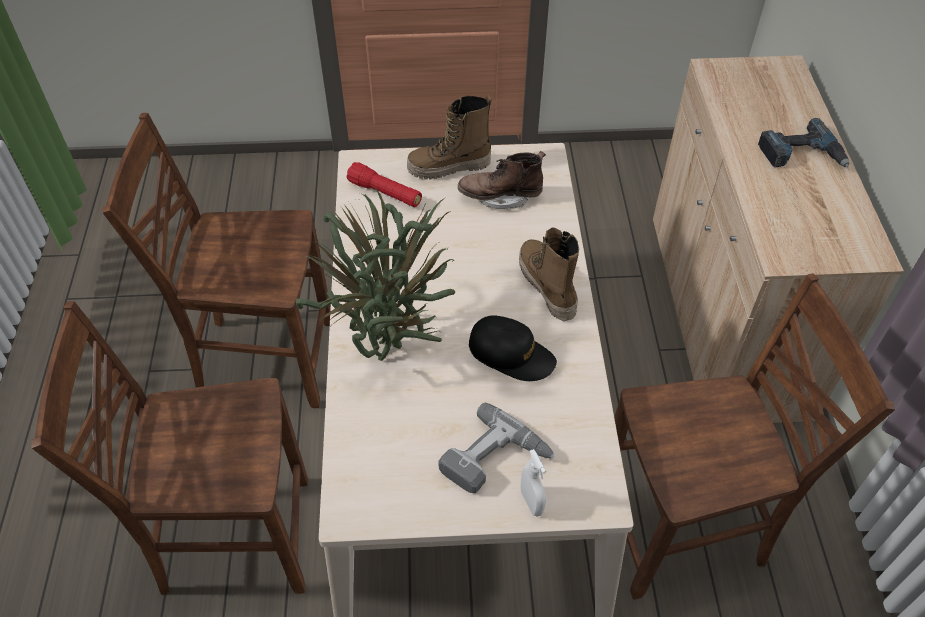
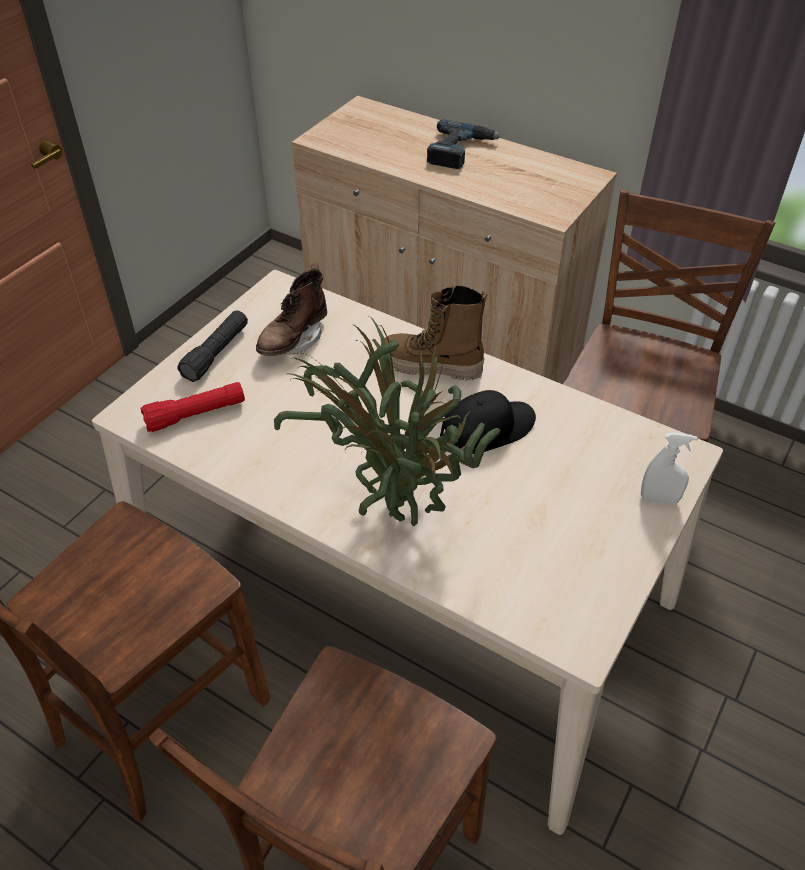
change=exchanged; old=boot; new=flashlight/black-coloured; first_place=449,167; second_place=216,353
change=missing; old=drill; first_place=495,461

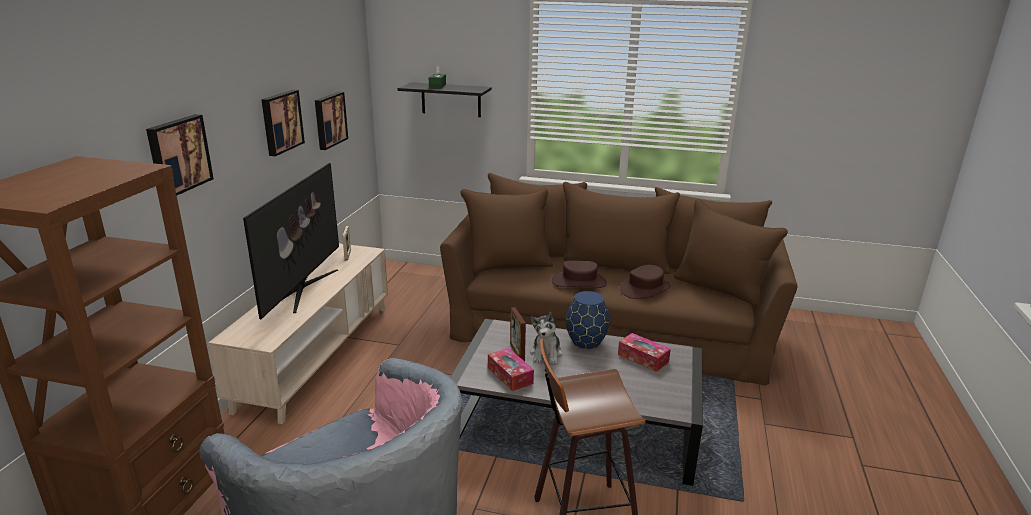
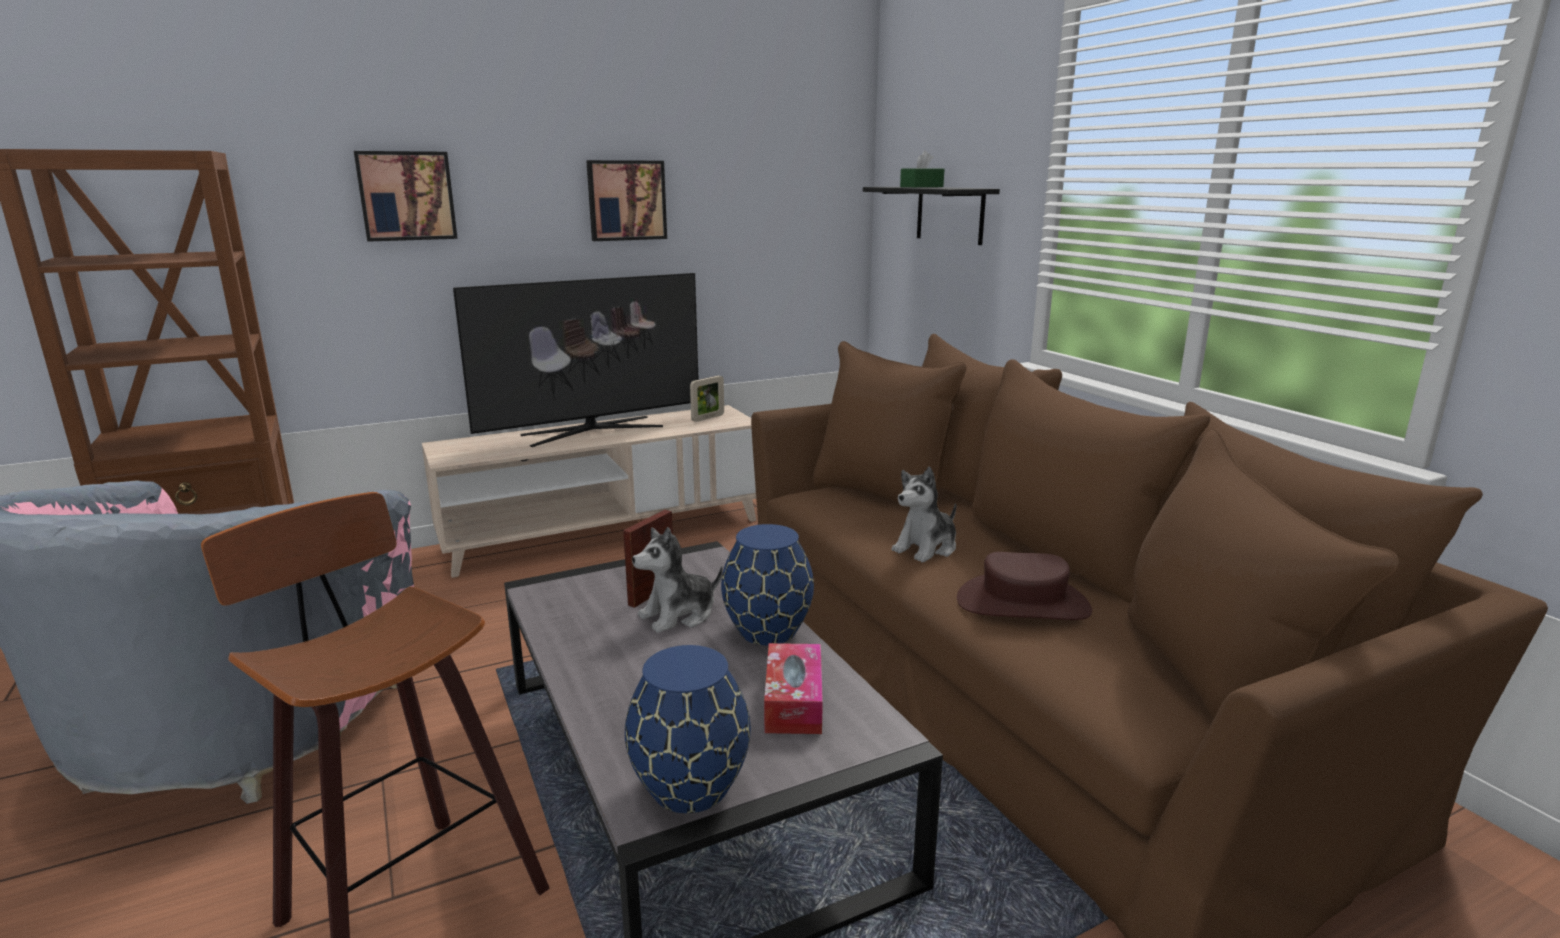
change=missing; old=wall picture; first_place=329,120
change=exchanged; old=hat/brown-coloured; new=plush toy; first_place=579,282; second_place=926,548
change=missing; old=tissue holder; first_place=510,375
change=appeared; new=decorative vase/blue; second_place=688,787

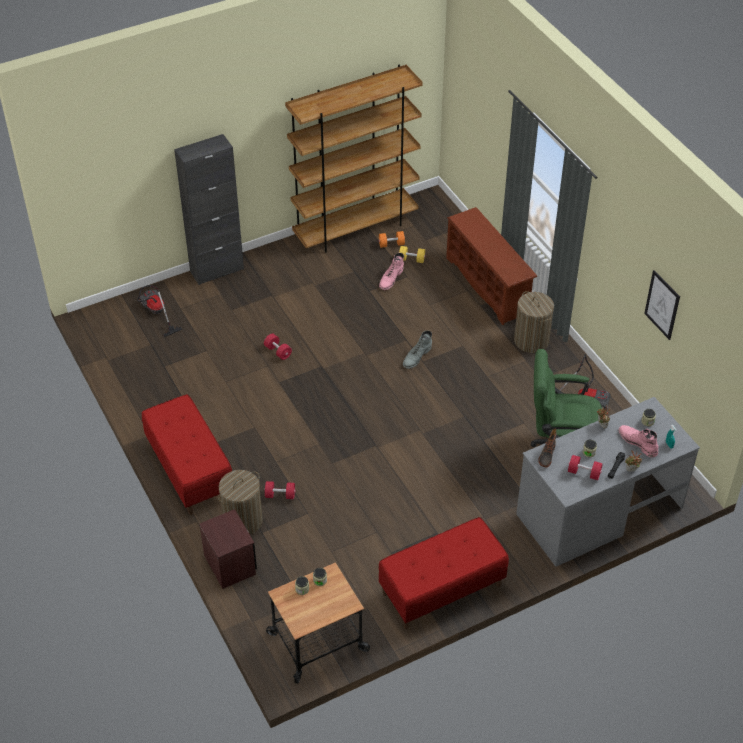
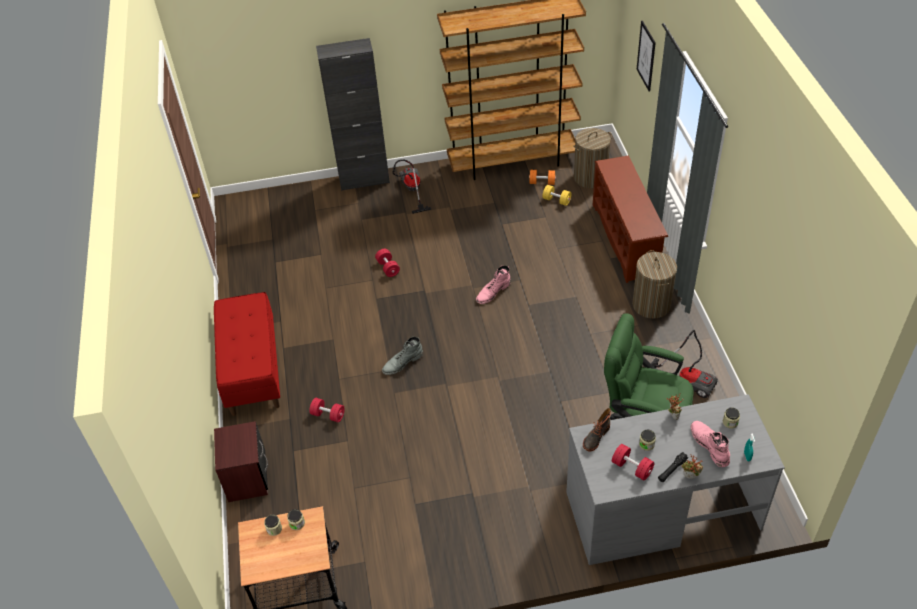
change=relocated; old=boot/pink; first_place=391,279; second_place=493,292
change=relocated; old=wall picture; first_place=662,305; second_place=646,56
change=relocated; old=vacuum; first_place=155,313; second_place=411,190
change=relocated; old=boot/greyish; first_place=416,356; second_place=402,362
change=relocated; old=laundry basket; first_place=243,521; second_place=590,177
change=missing; old=indoor bench/red; first_place=442,589

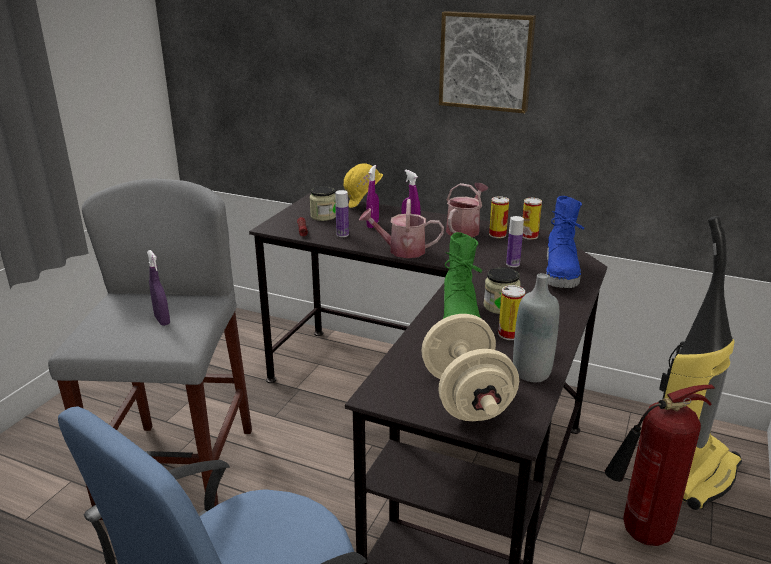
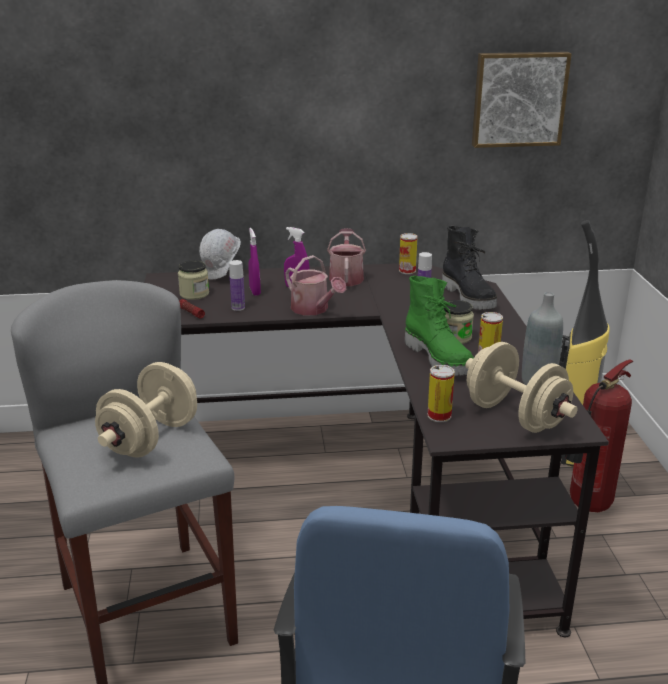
change=relocated; old=wall picture; first_place=486,61; second_place=518,99
change=colour; old=hard hat/yellow; new=hard hat/white; first_place=364,206; second_place=222,275
change=relocated; old=can; first_place=497,234; second_place=439,416
change=colour; old=boot/blue; new=boot/black-coloured; first_place=561,273; second_place=469,297
change=spun; old=sprinkling can; first_place=401,250; second_place=313,309; degrees=-105
change=exchanged; old=hand sprayer/purple; new=dumbbell/beige; first_place=162,320; second_place=150,438

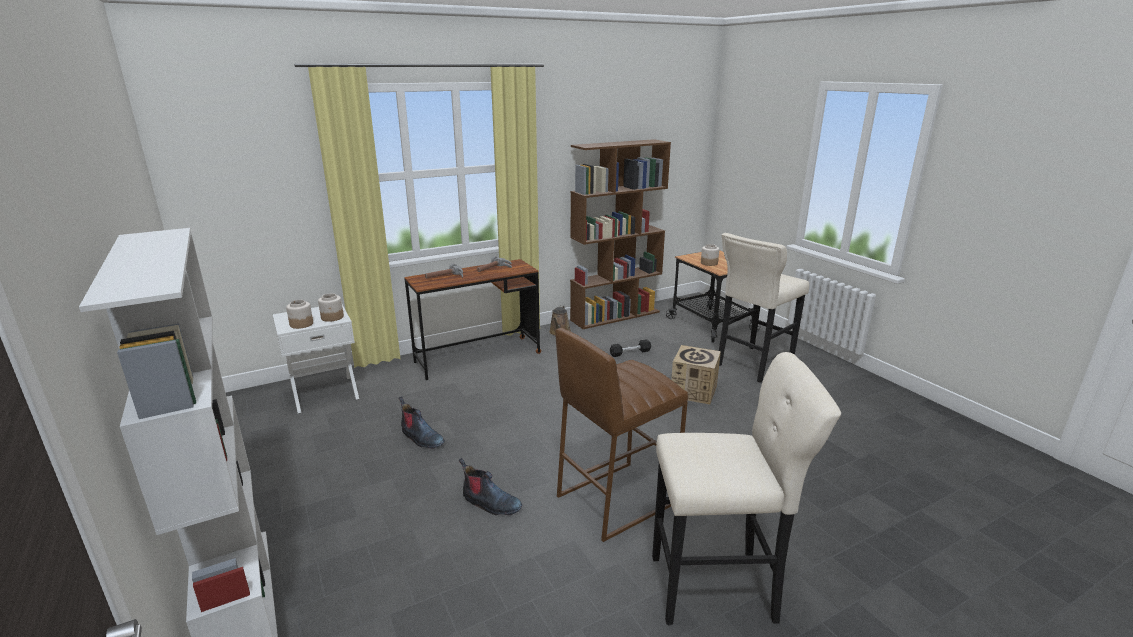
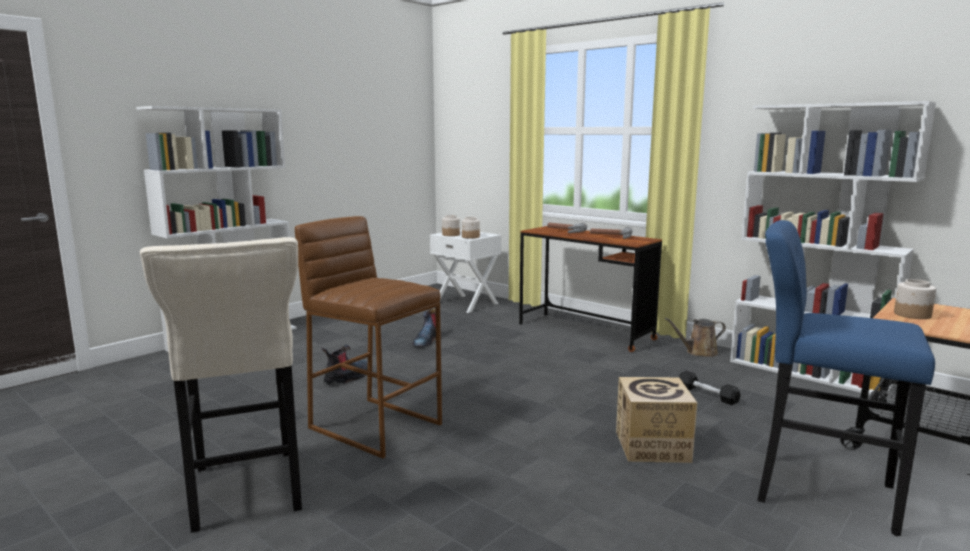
change=colour; old=bookshelf/brown-coloured; new=bookshelf/white; first_place=615,316; second_place=808,373
change=colour; old=stool/beige; new=stool/blue; first_place=752,365; second_place=816,490
change=spun; old=boot; first_place=490,504; second_place=348,377; degrees=-150

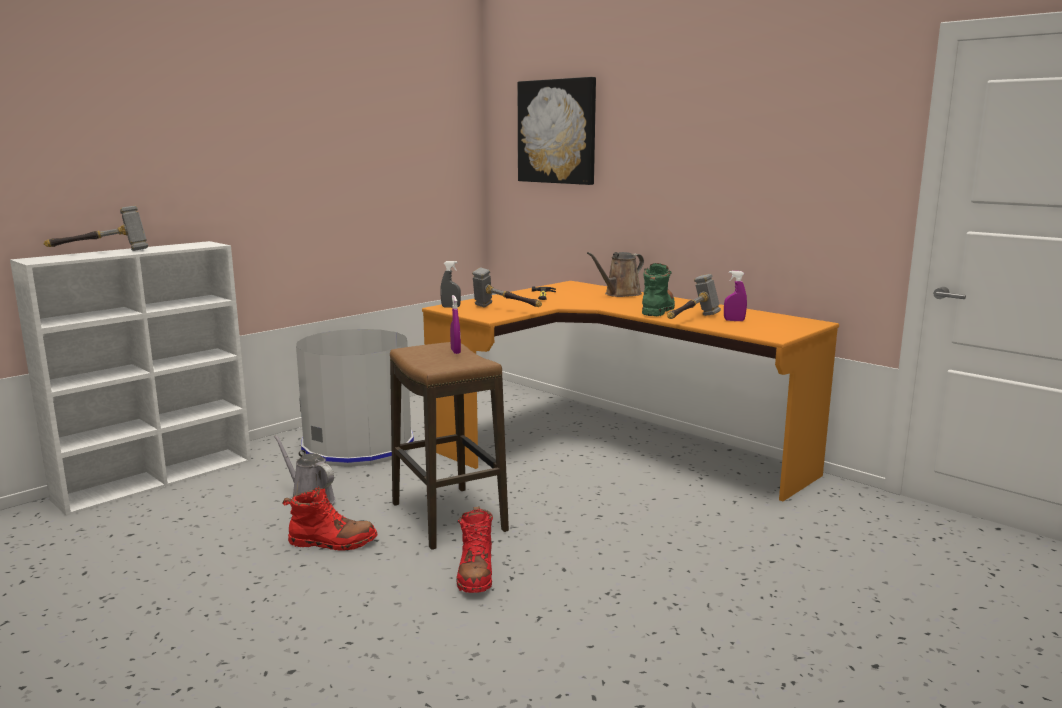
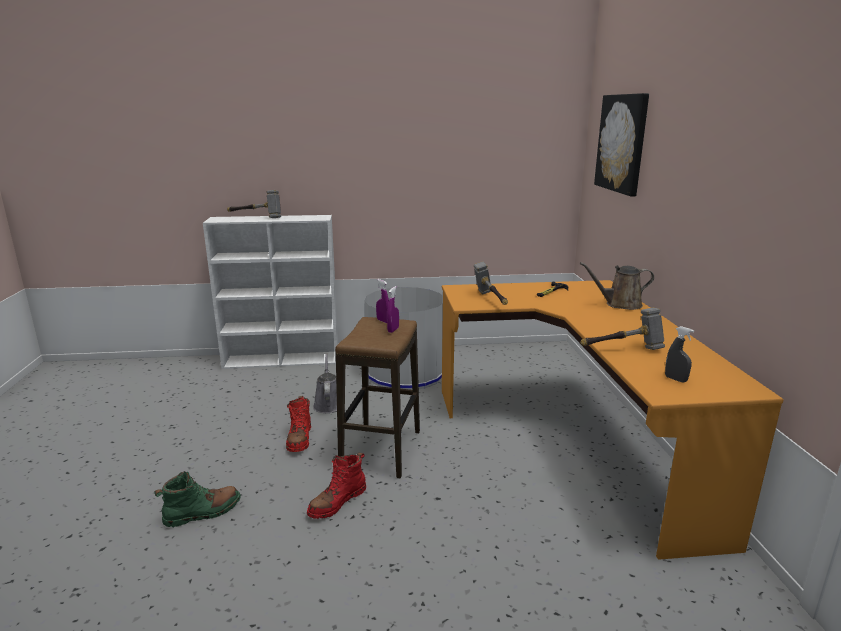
change=relocated; old=hand sprayer/greyish; first_place=451,307; second_place=675,379
change=relocated; old=boot/greenish; first_place=658,310; second_place=202,512
change=relocated; old=hand sprayer/purple; first_place=734,320; second_place=383,321
change=spun; old=boot/red; first_place=332,542; second_place=299,439; degrees=45

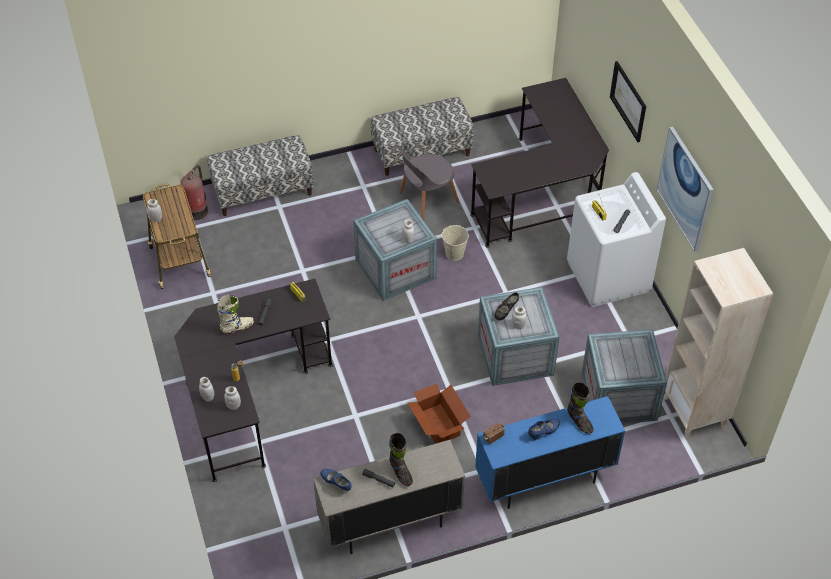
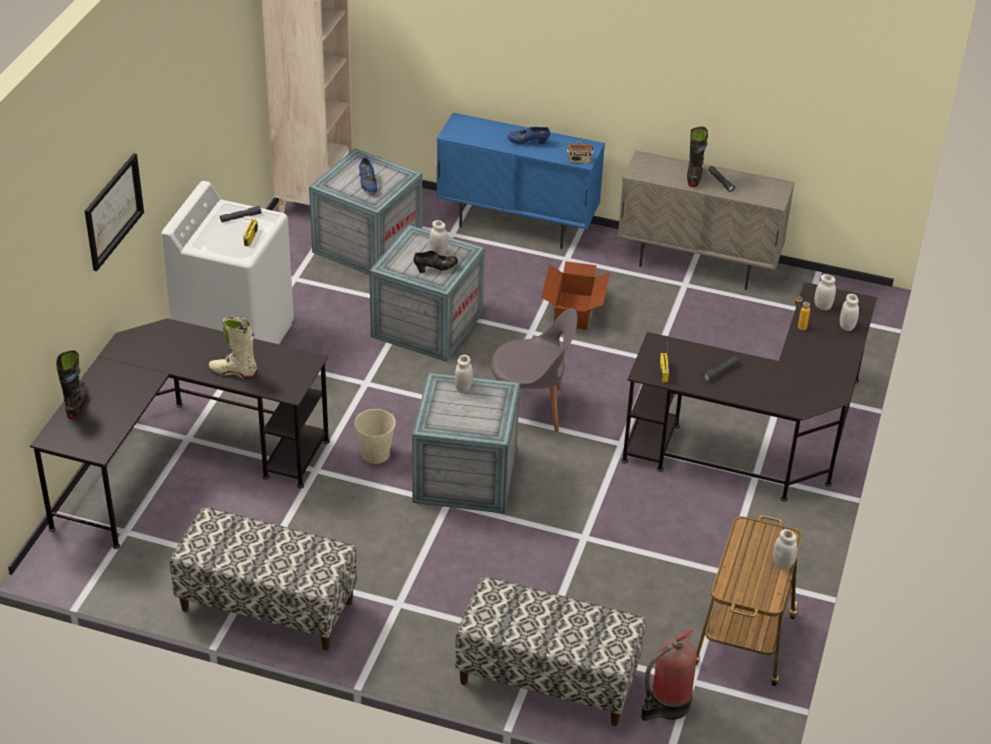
change=missing; old=wall picture; first_place=685,189
change=relocated; old=chair/greyish; first_place=426,199; second_place=530,408
change=relocated; old=boot/beige; first_place=237,327; second_place=233,371
change=relocated; old=boot/black-coloured; first_place=579,421; second_place=78,404
change=relocated; old=low shoe/blue; first_place=336,483; second_place=368,185

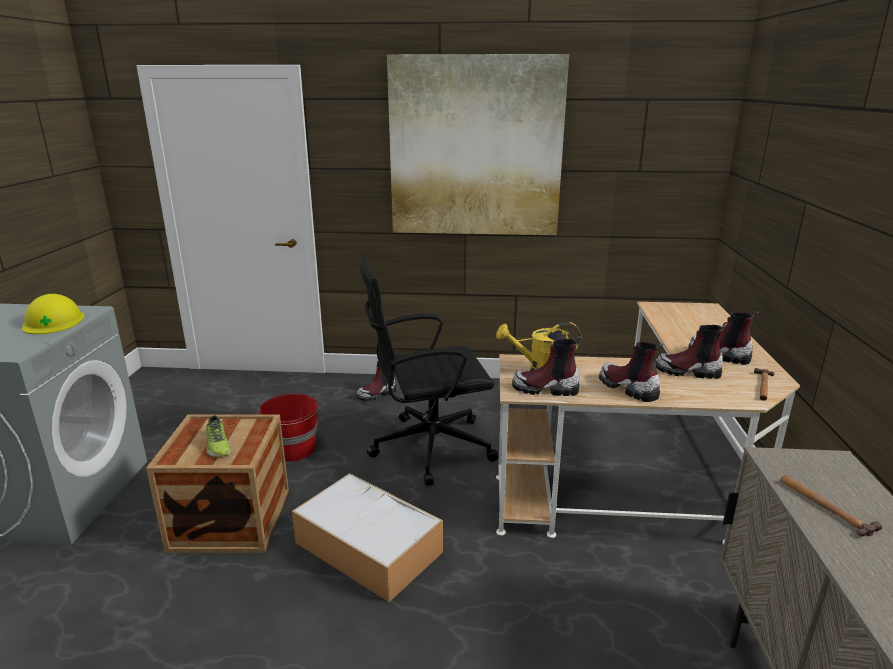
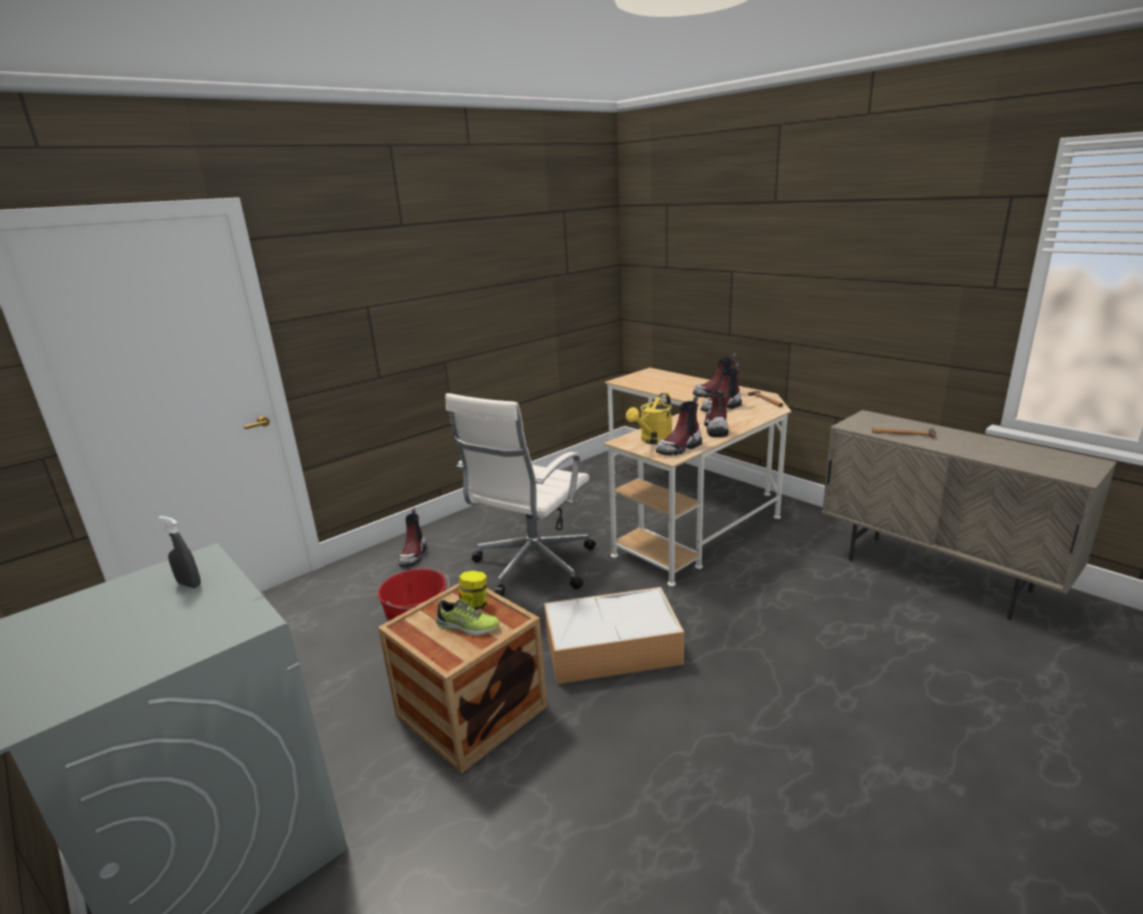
change=missing; old=wall picture; first_place=475,148
change=colour; old=computer chair/black-coloured; new=computer chair/white; first_place=428,447; second_place=531,566
change=exchanged; old=hard hat/yellow; new=hand sprayer/greyish; first_place=53,322; second_place=189,584
change=spun; old=boot; first_place=627,388; second_place=716,428; degrees=90
change=appeared; new=storage jar; second_place=474,605

